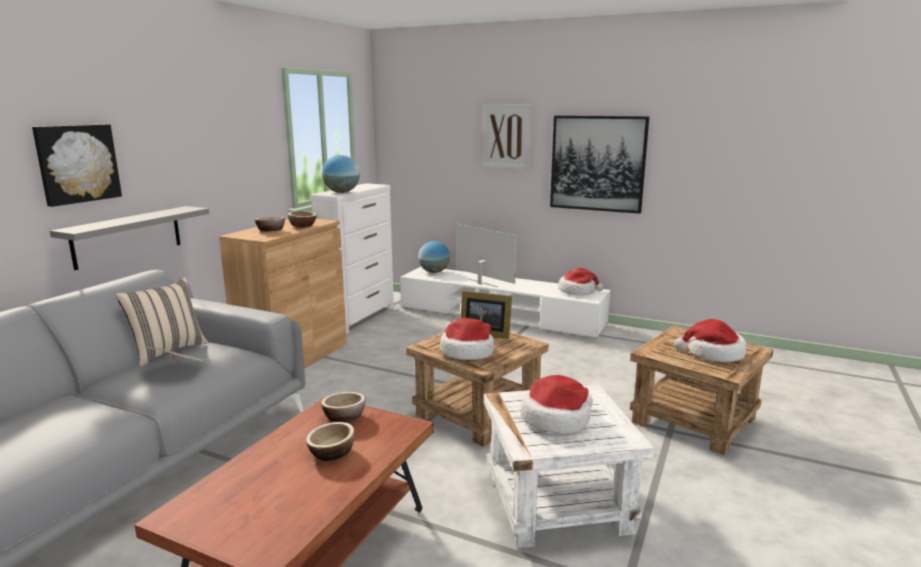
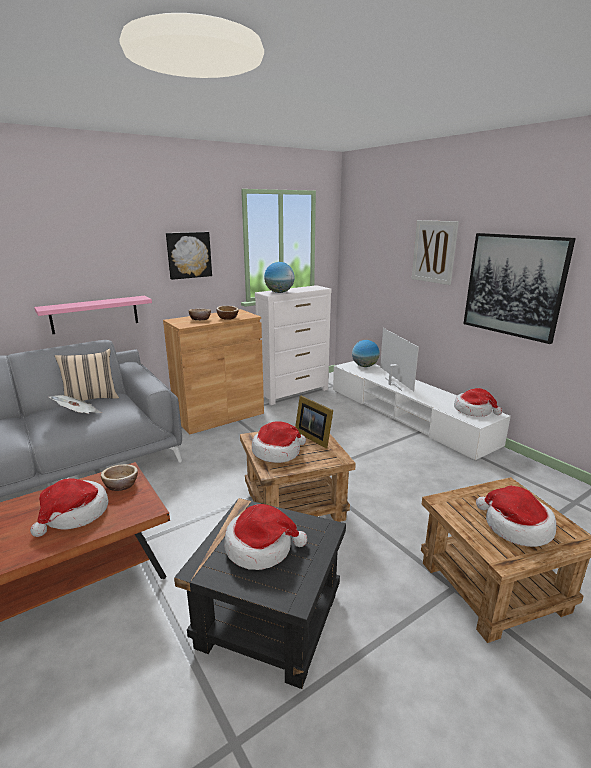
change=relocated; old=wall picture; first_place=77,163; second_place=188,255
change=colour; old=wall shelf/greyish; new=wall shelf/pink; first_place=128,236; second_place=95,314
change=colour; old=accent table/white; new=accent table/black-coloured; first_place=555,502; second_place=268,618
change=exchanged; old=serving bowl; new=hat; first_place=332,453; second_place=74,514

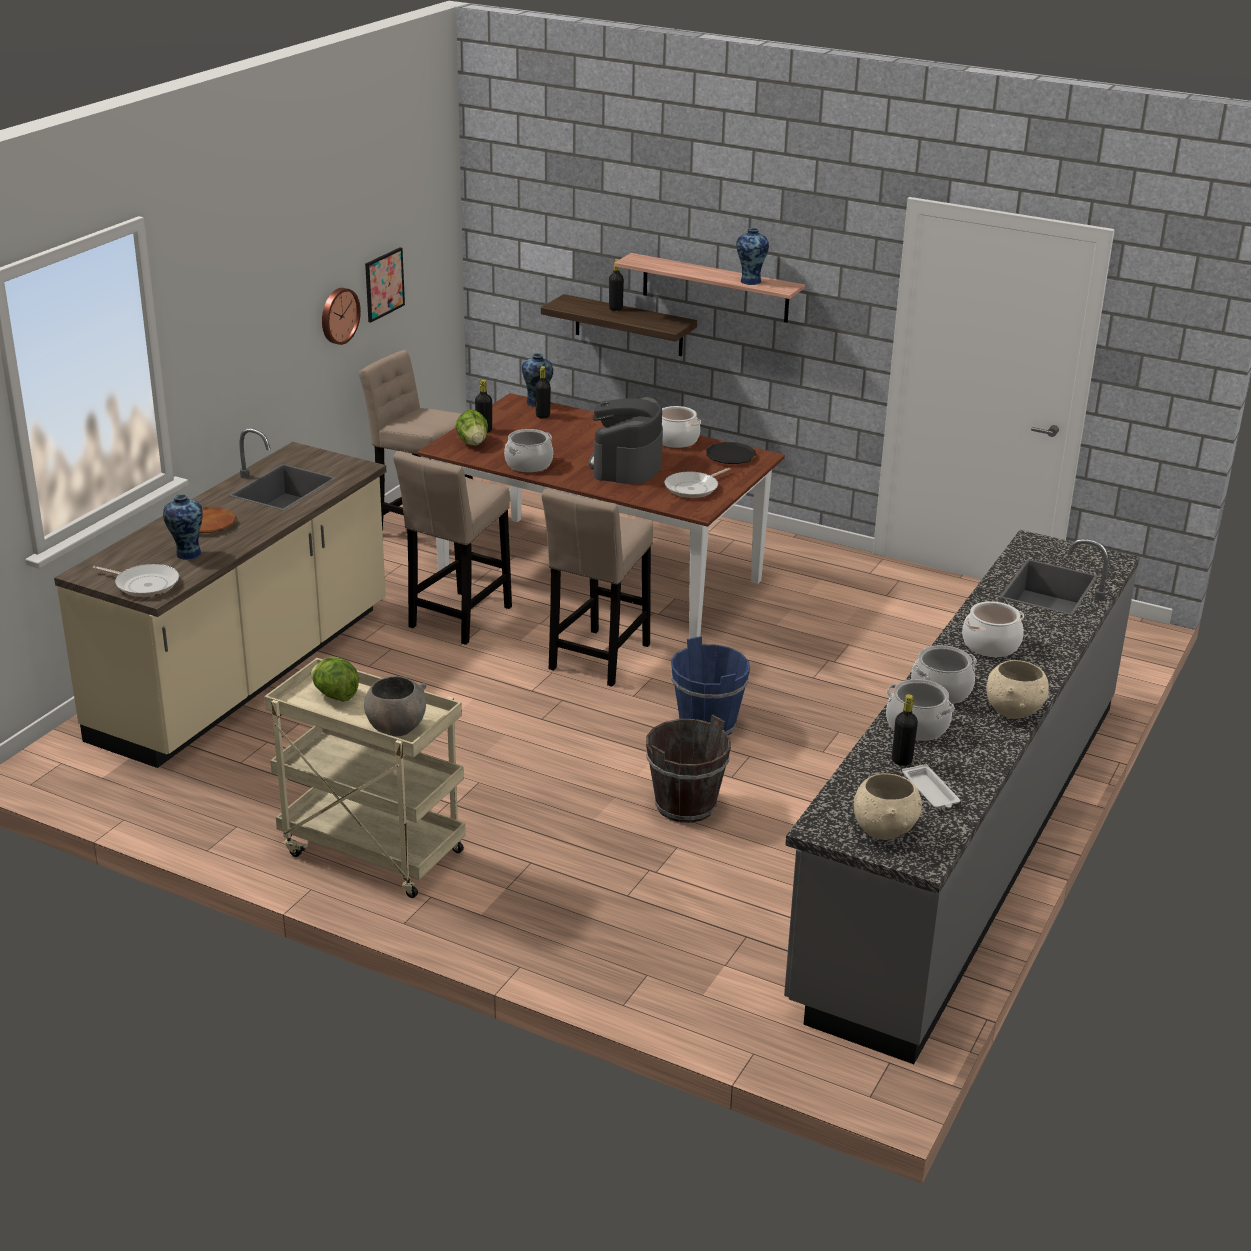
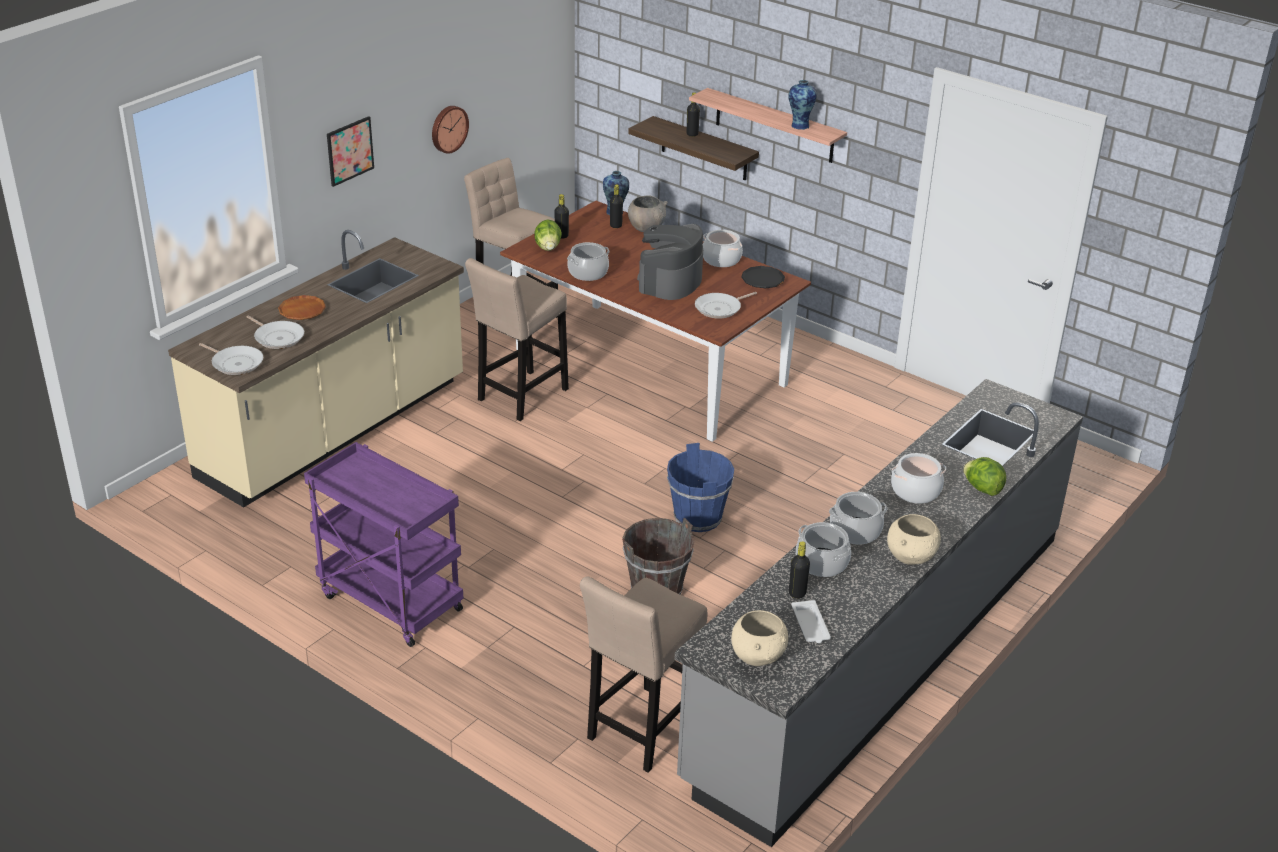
change=relocated; old=wall picture; first_place=384,284; second_place=350,151
change=relocated; old=stool/beige; first_place=597,660; second_place=641,731
change=exchanged; old=decorative vase; new=skillet; first_place=187,553; second_place=277,337
change=relocated; old=lettuce head; first_place=335,695; second_place=982,489
change=colour; old=cart/beige; new=cart/purple; first_place=370,852; second_place=388,602
change=relocated; old=serving bowl/greyish; first_place=396,728; second_place=646,228

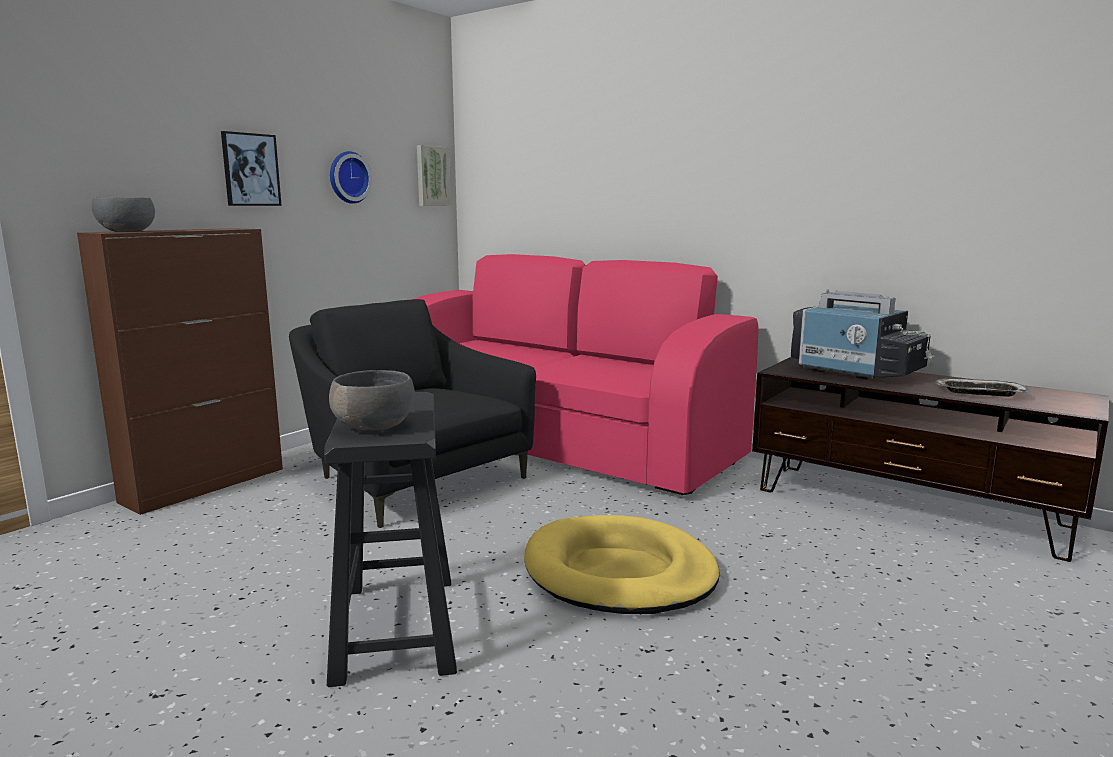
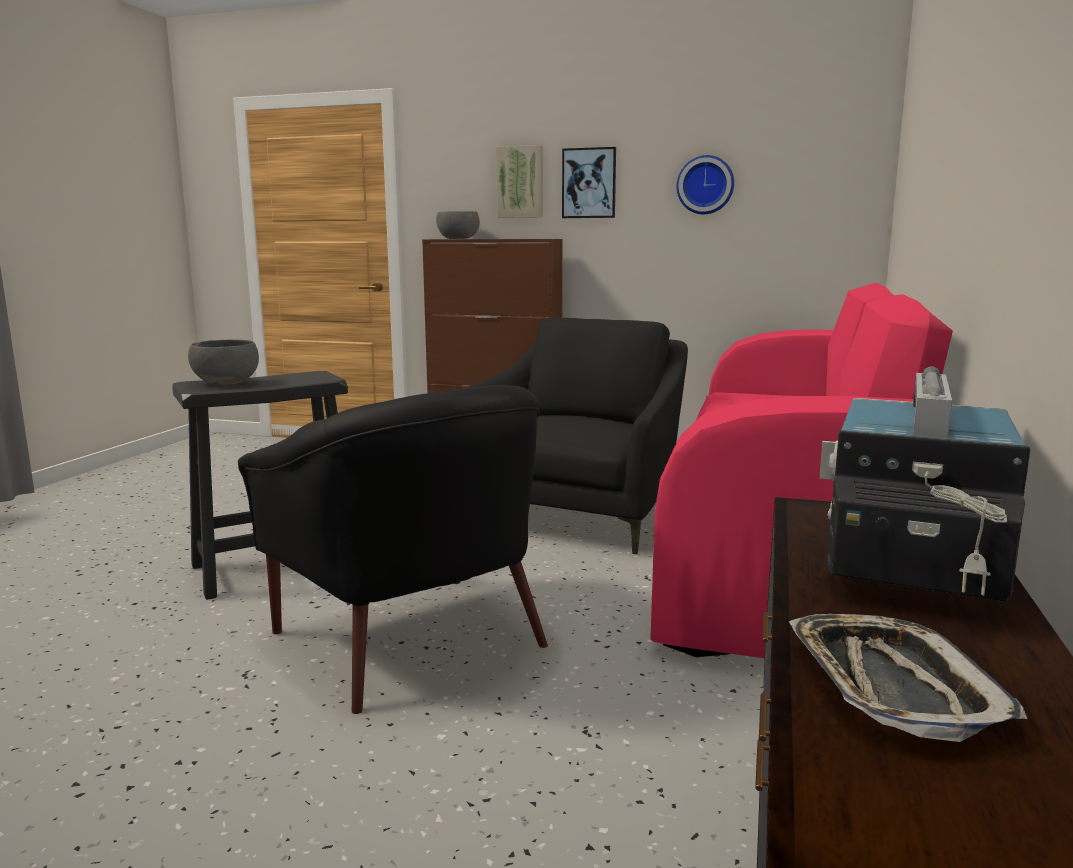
change=relocated; old=wall picture; first_place=432,176; second_place=520,182
change=exchanged; old=dog cushion/yellow; new=easy chair/black-coloured; first_place=619,572; second_place=412,638

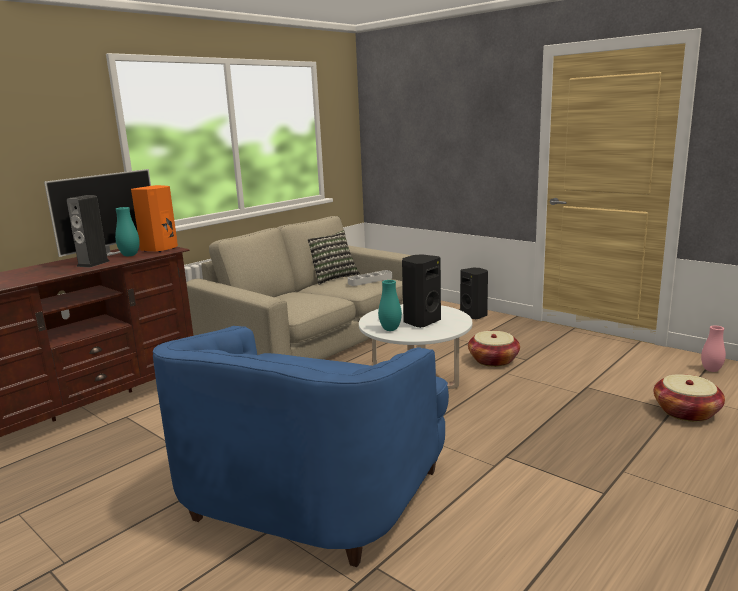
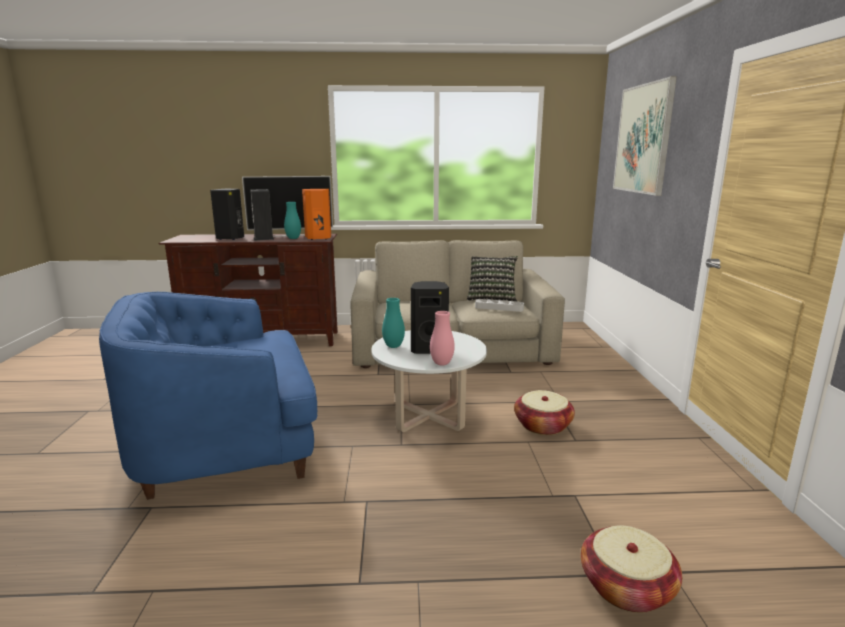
change=relocated; old=loudspeaker/black-coloured; first_place=474,315; second_place=231,238
change=relocated; old=decorative vase/pink; first_place=711,370; second_place=441,363
change=appeared; new=wall picture; second_place=643,139

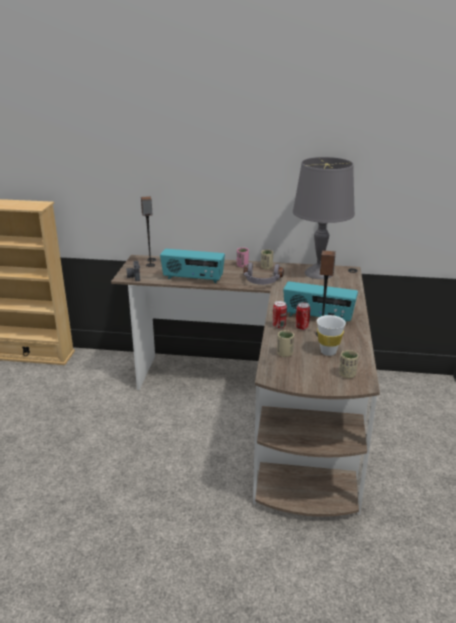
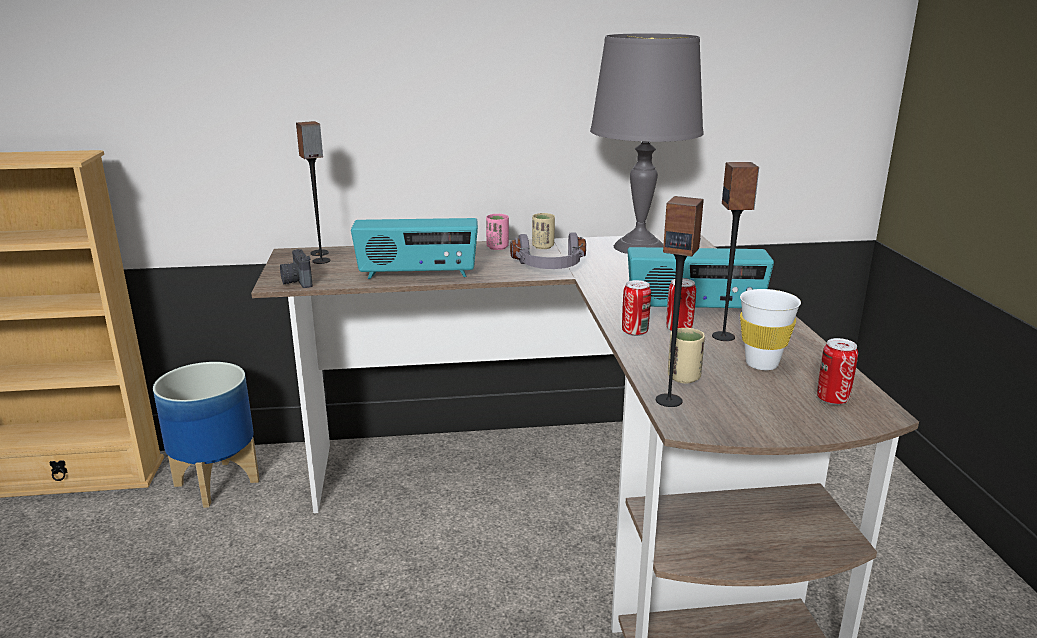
change=exchanged; old=drinking cup/beige; new=can; first_place=347,374; second_place=832,399
change=appeared; new=loudspeaker; second_place=669,400
change=appeared; new=flower pot; second_place=218,482

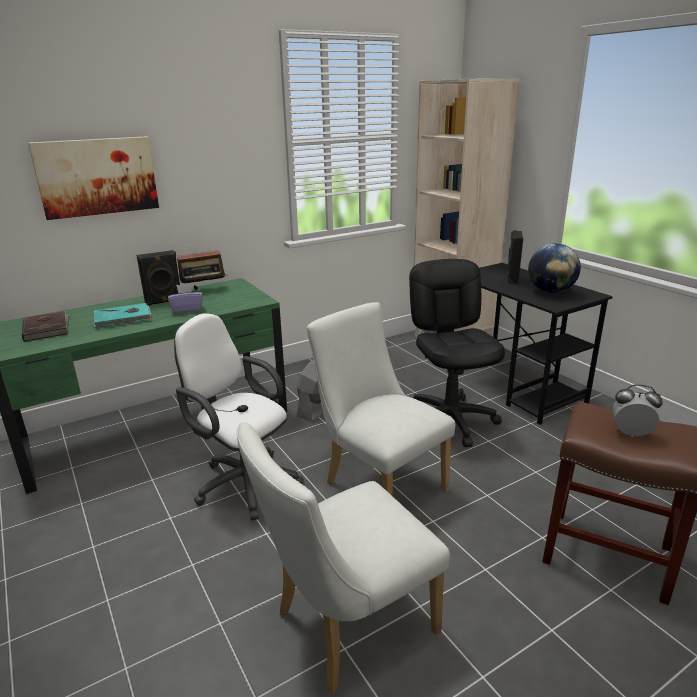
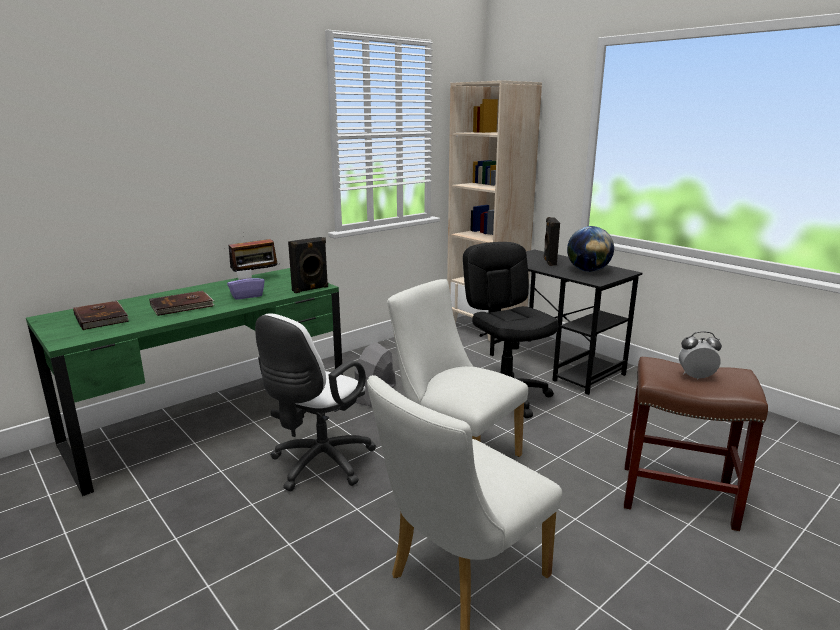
change=missing; old=wall picture; first_place=97,176
change=relocated; old=loudspeaker/black-coloured; first_place=164,302; second_place=310,289
change=colour; old=bound book/turquoise; new=bound book/brown-coloured; first_place=123,318; second_place=182,306
change=spun; old=computer chair/white; first_place=243,482; second_place=318,465; degrees=-90

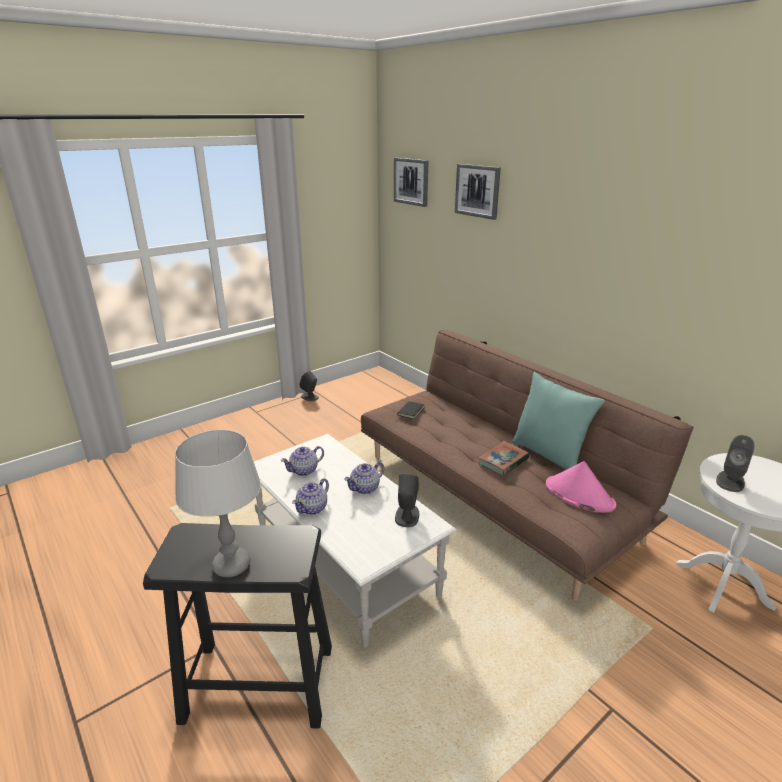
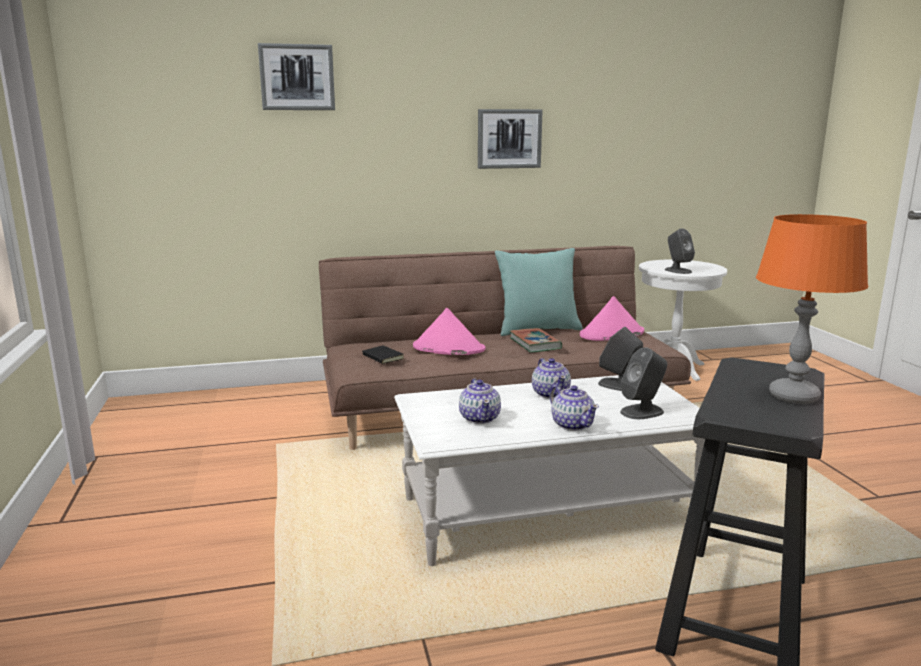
change=relocated; old=wall picture; first_place=411,181; second_place=509,139
change=relocated; old=loudspeaker/greyish; first_place=310,397; second_place=642,412
change=colour; old=lamp for a table/greyish; new=lamp for a table/orangey; first_place=232,565; second_place=793,396
change=appeared; new=hat/pink; second_place=448,348

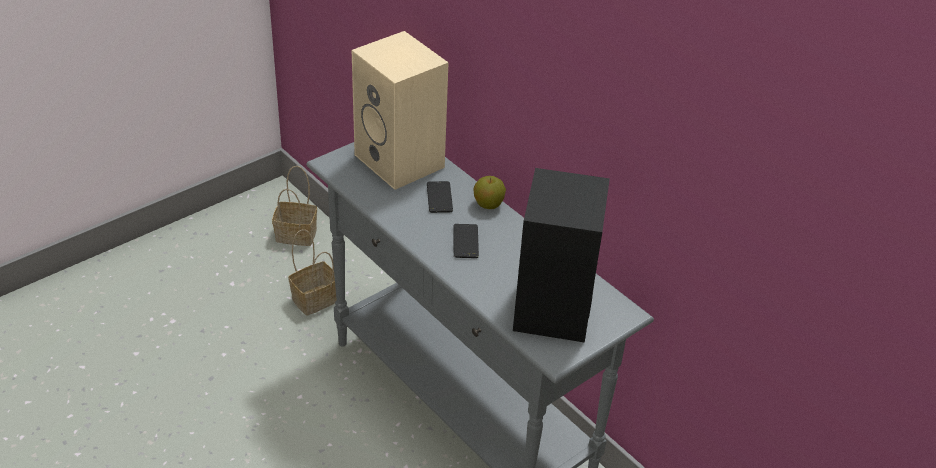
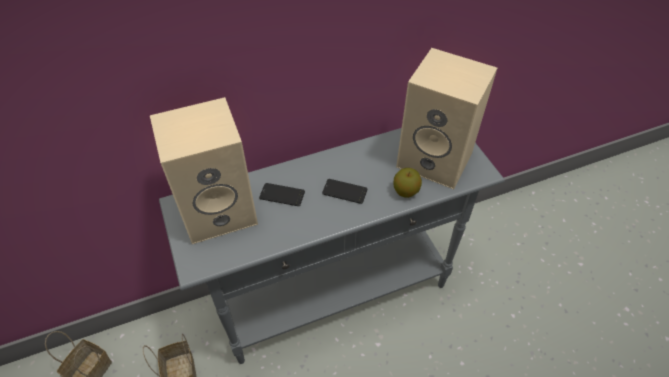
change=colour; old=loudspeaker/black-coloured; new=loudspeaker/beige; first_place=555,310; second_place=436,159
change=relocated; old=apple; first_place=488,204; second_place=405,191

